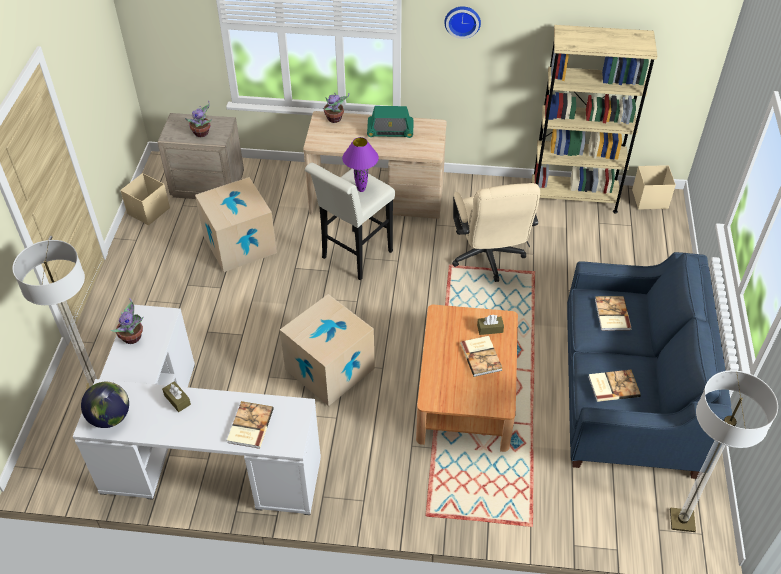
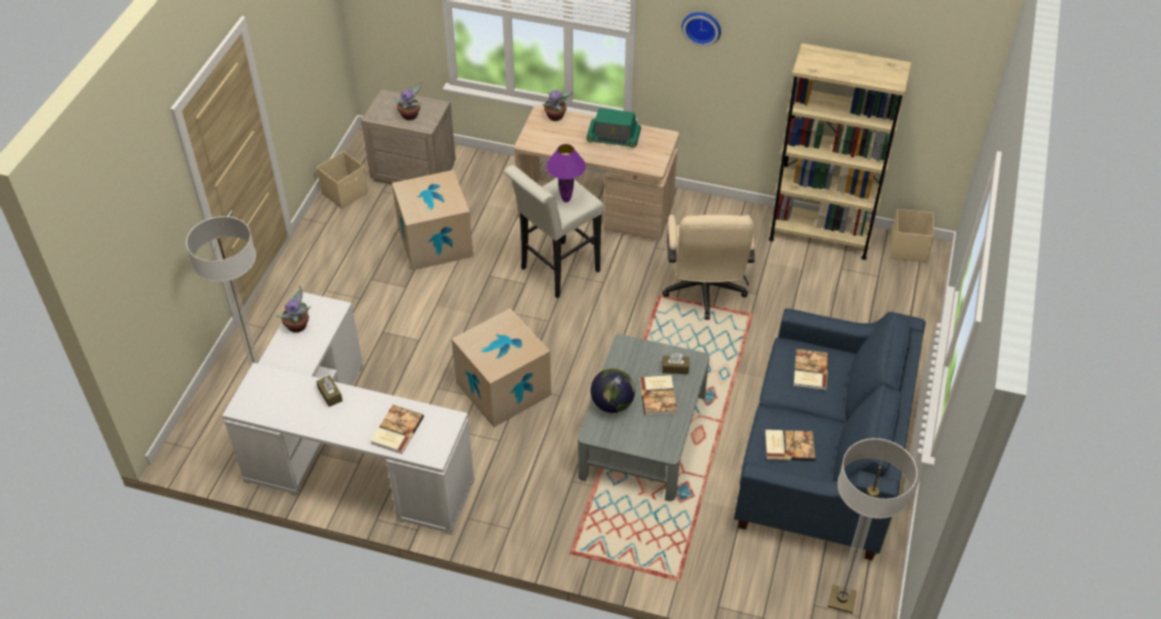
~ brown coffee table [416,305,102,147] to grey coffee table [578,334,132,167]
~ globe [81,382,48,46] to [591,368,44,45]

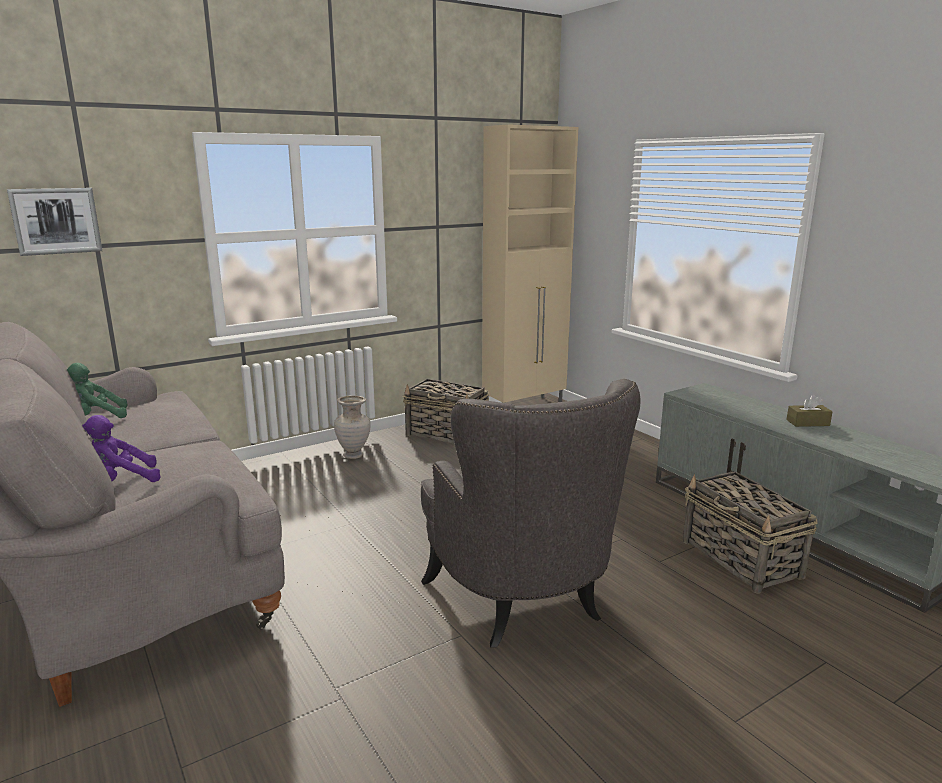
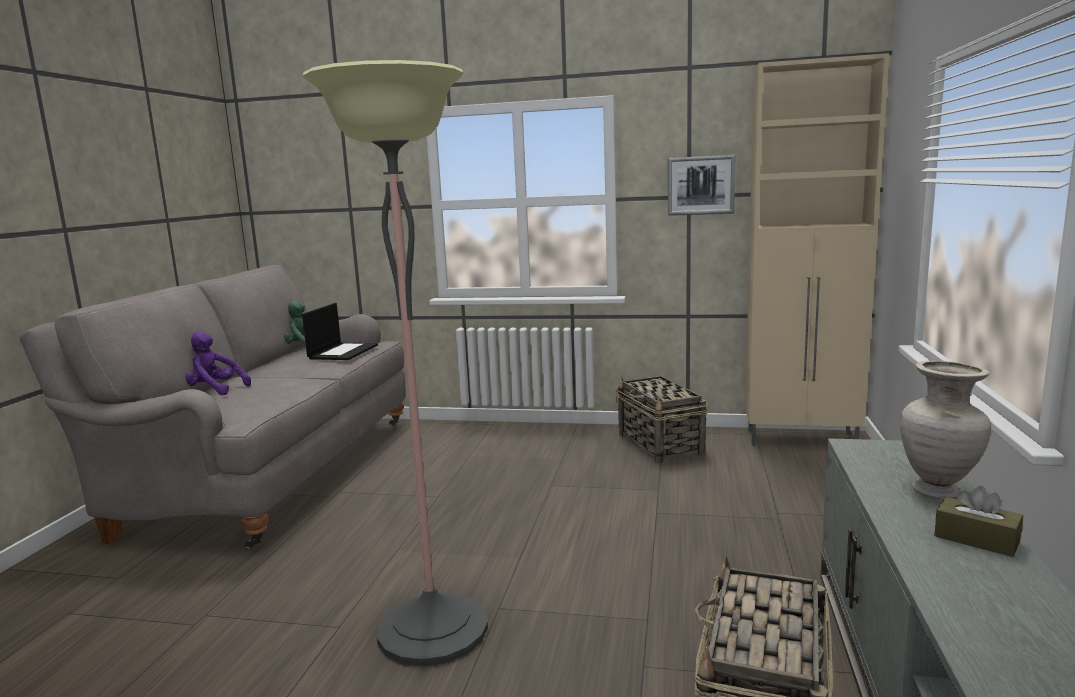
~ grey lounge chair [421,379,220,268] to standing lamp [302,60,186,606]
+ laptop [302,303,76,57]
~ wall picture [7,188,95,68] to [668,155,67,61]
~ beige-coloured vase [334,396,37,63] to [900,361,91,139]

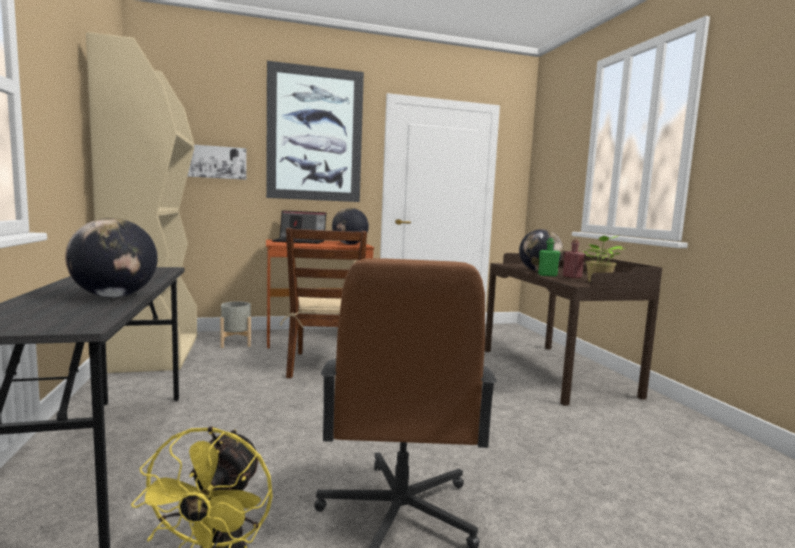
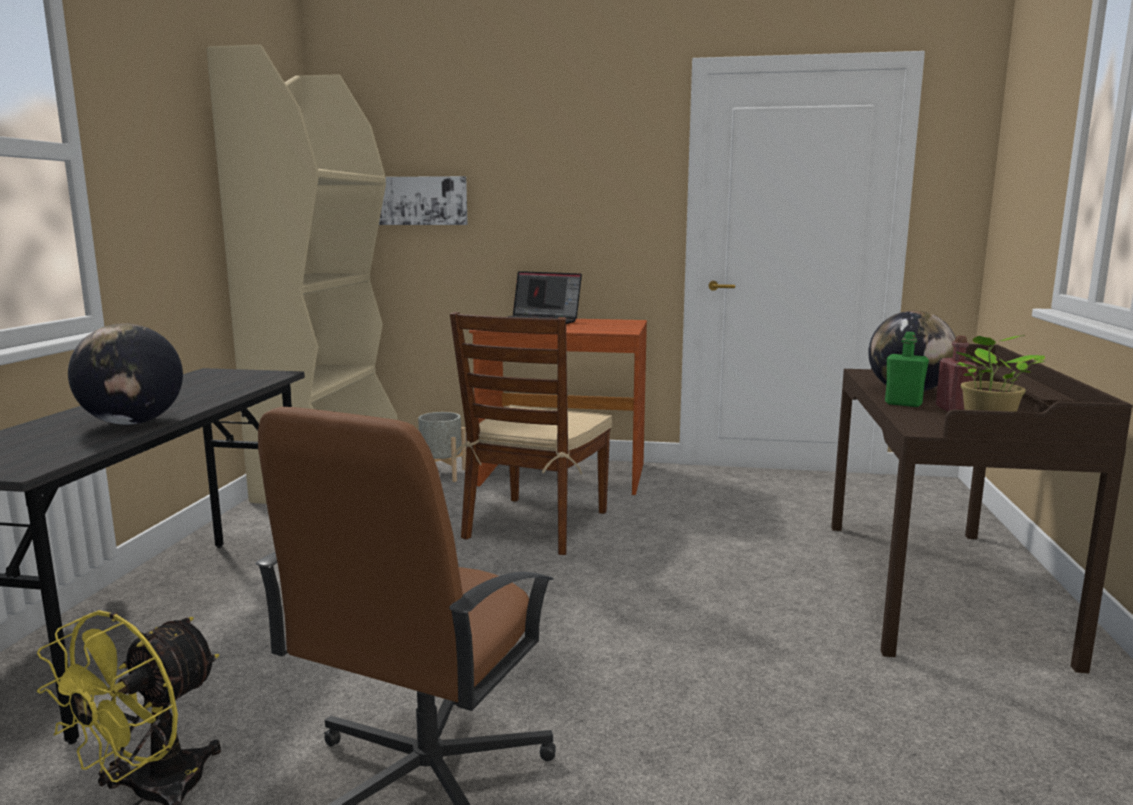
- wall picture [266,61,98,141]
- globe [332,208,37,36]

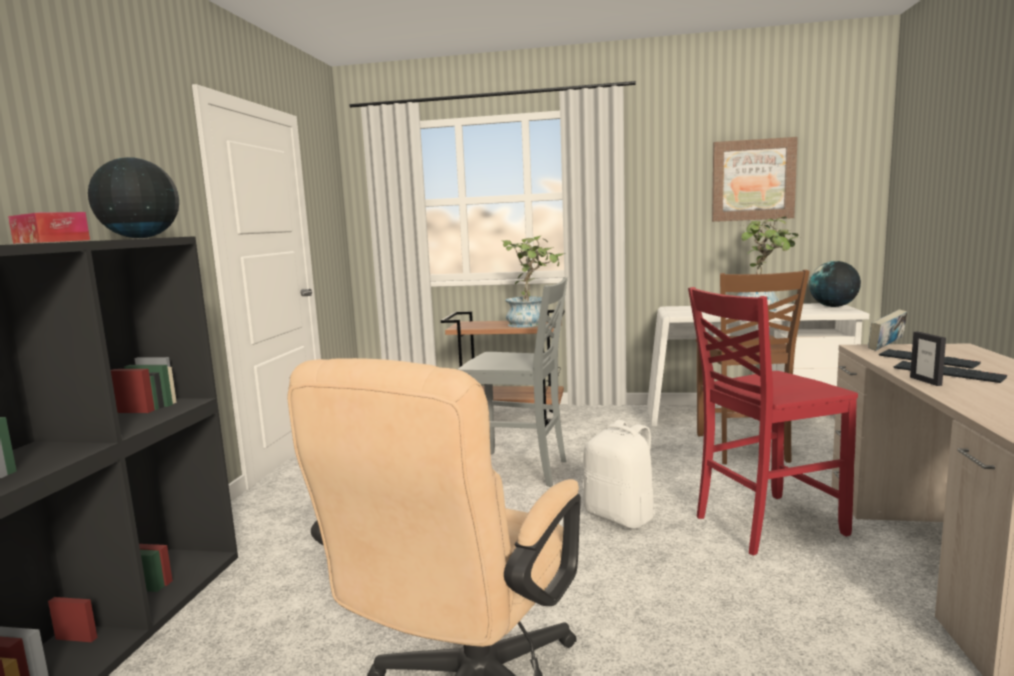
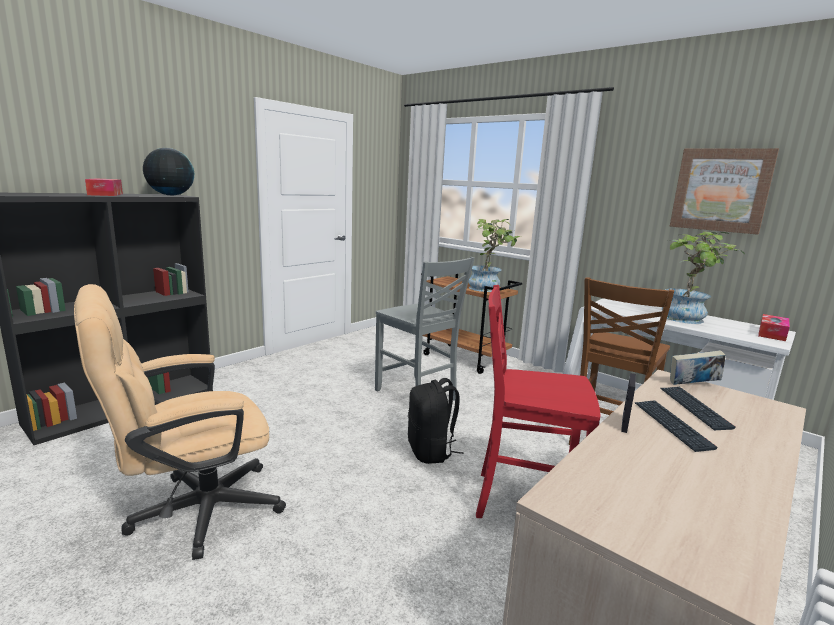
~ white-coloured knapsack [583,420,73,109] to black knapsack [408,378,55,86]
~ globe [809,261,52,46] to tissue holder [758,314,32,27]

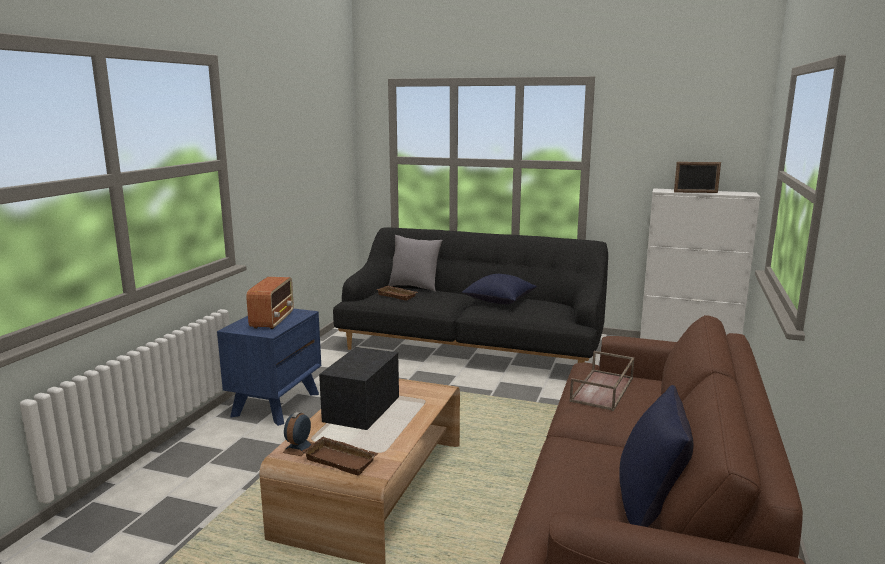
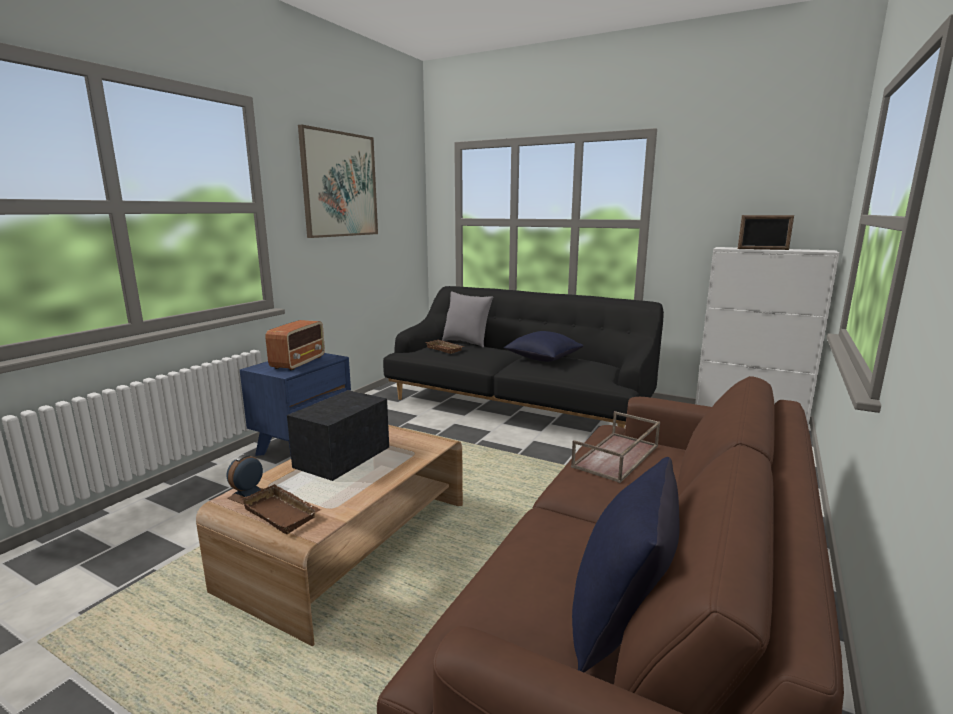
+ wall picture [298,125,80,113]

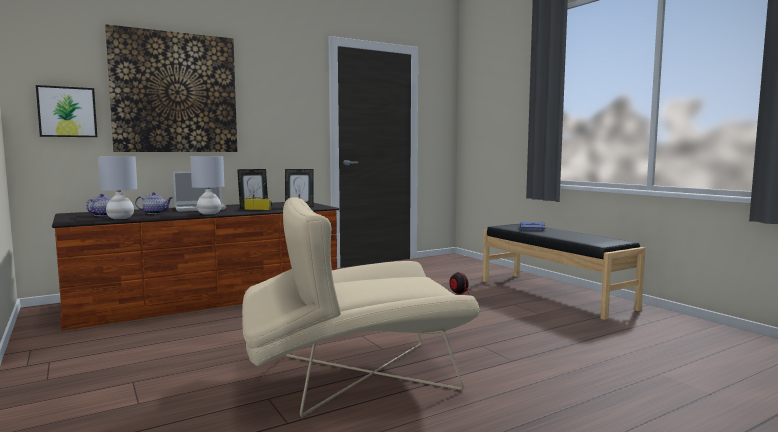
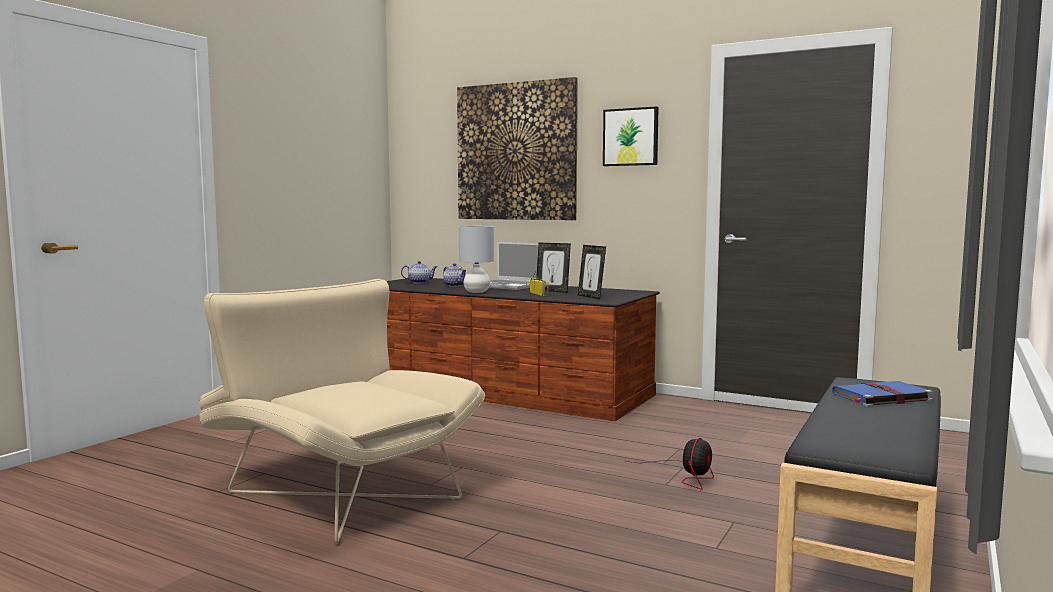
~ wall picture [36,85,61,52] to [603,106,56,60]
- grey tabletop lamp [98,156,39,63]

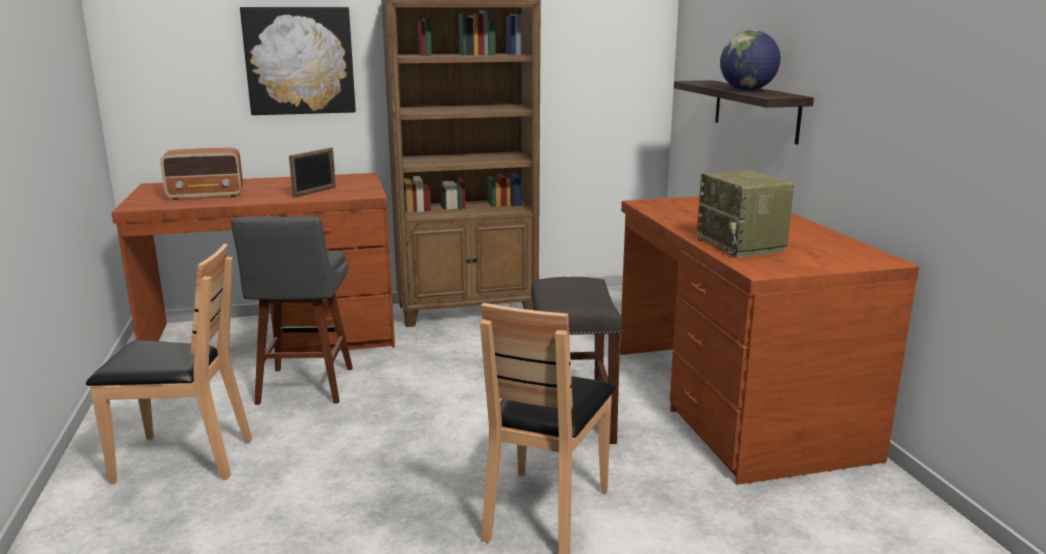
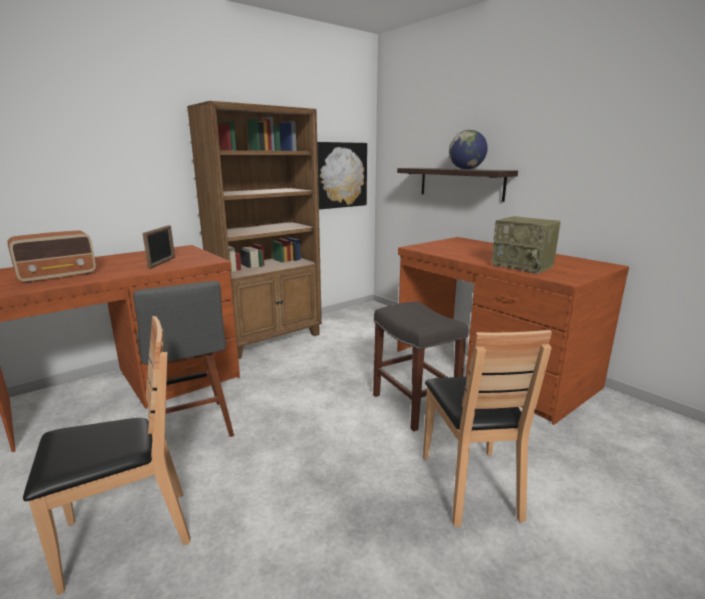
~ wall picture [240,7,116,108] to [317,142,50,68]

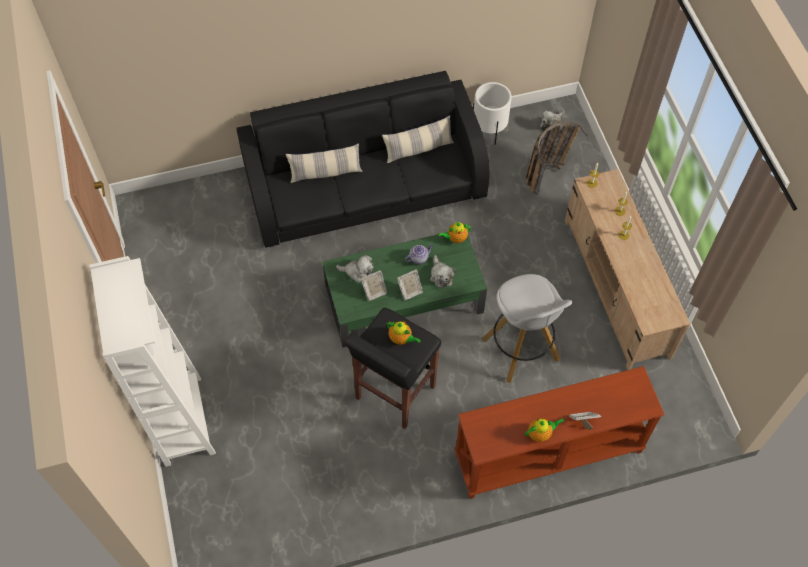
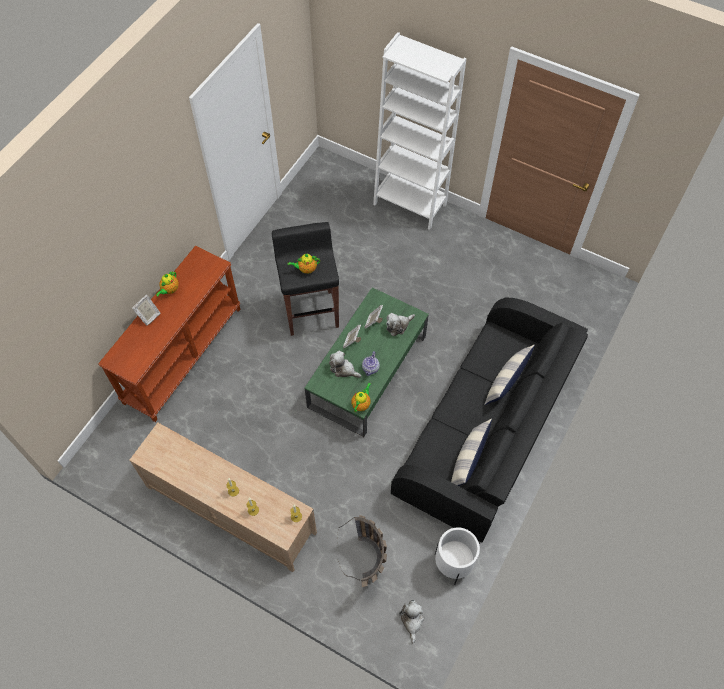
- white-coloured sitting stool [482,274,91,109]

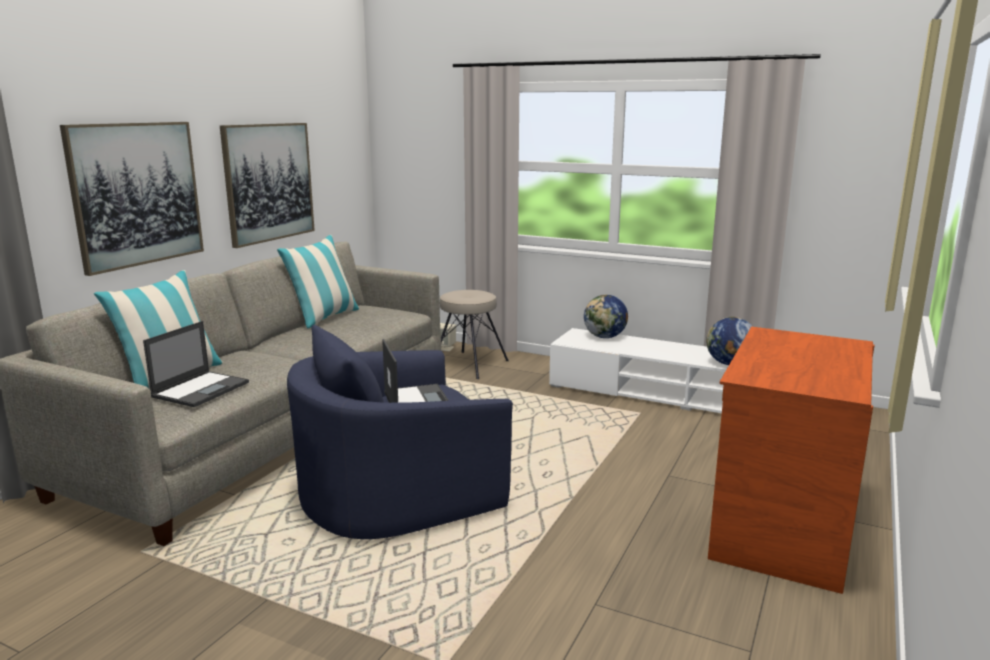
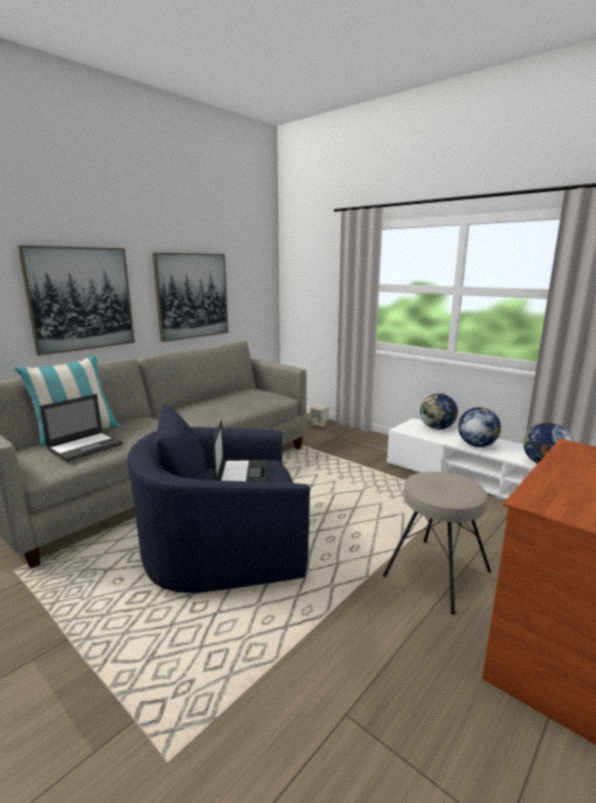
~ beige-coloured sitting stool [440,290,69,89] to [383,471,108,144]
+ globe [458,407,43,40]
- throw pillow [277,235,82,94]

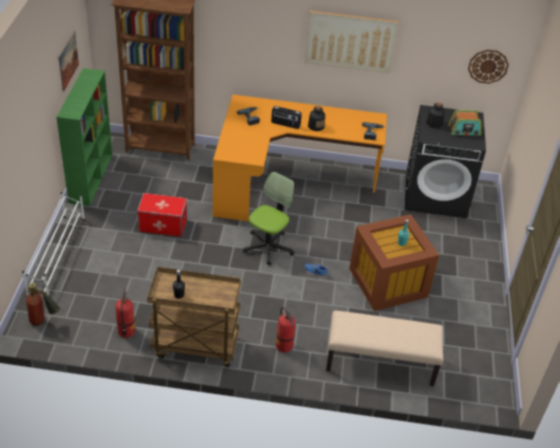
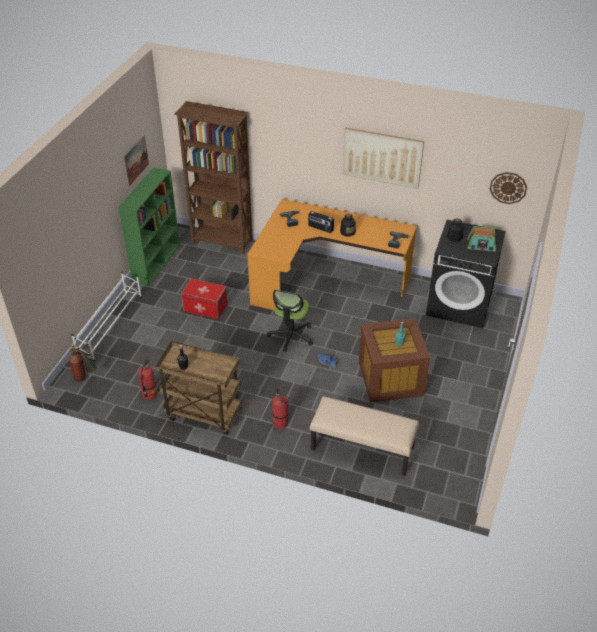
~ office chair [243,172,52,94] = [267,290,46,62] 150 degrees clockwise

